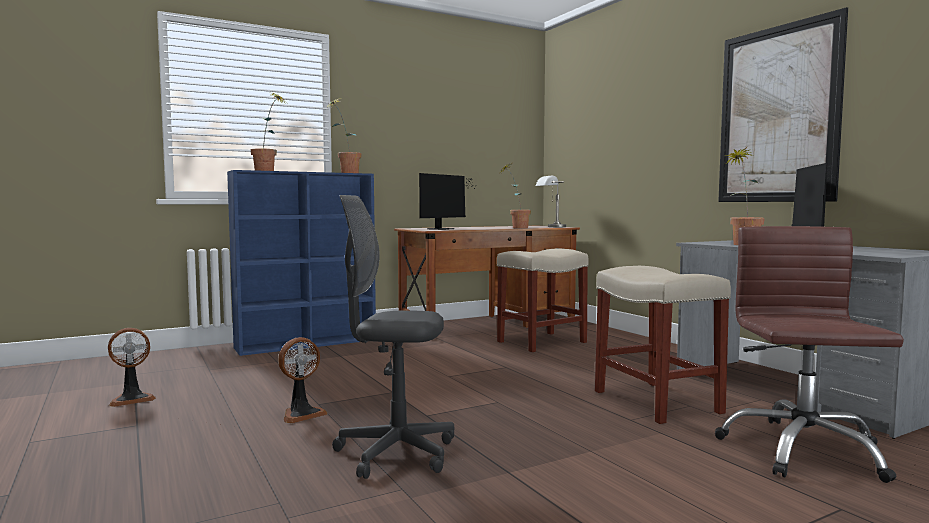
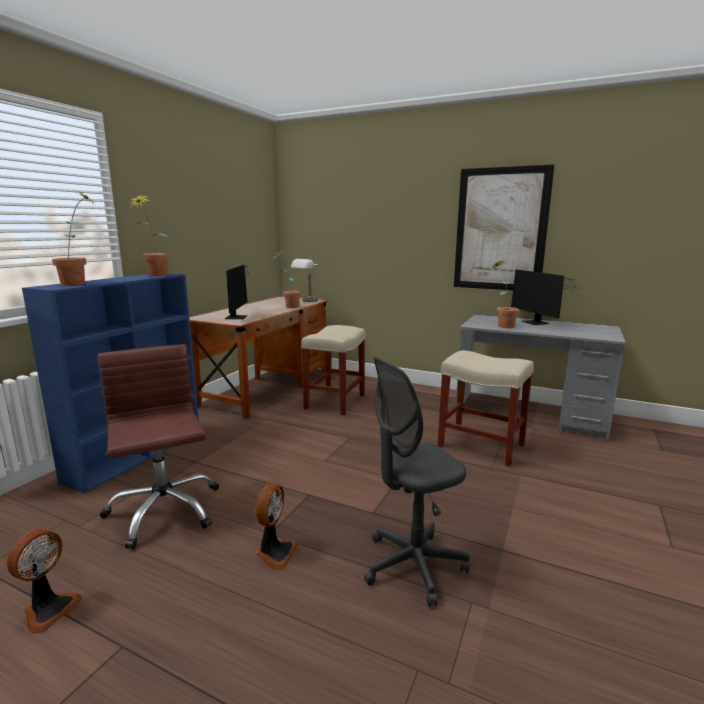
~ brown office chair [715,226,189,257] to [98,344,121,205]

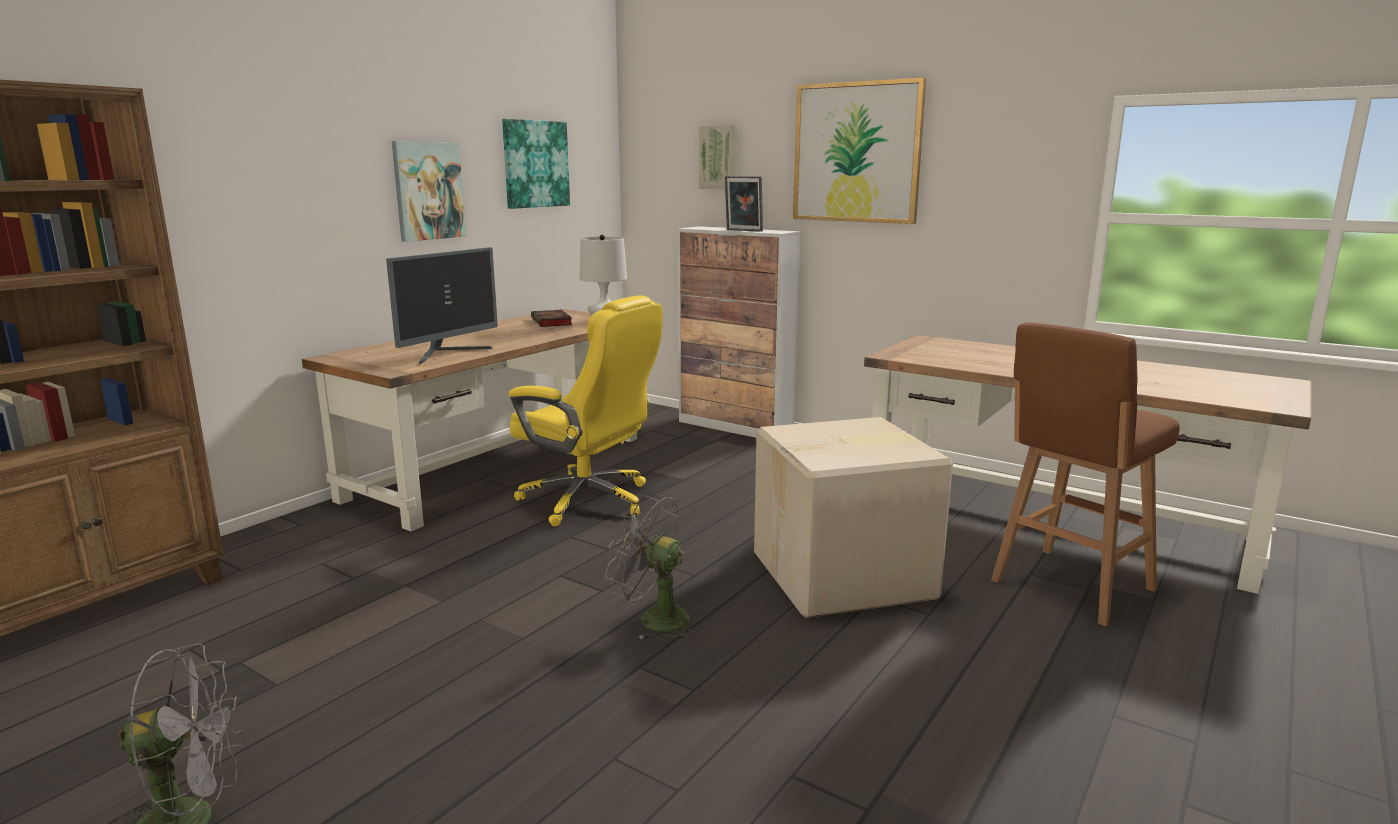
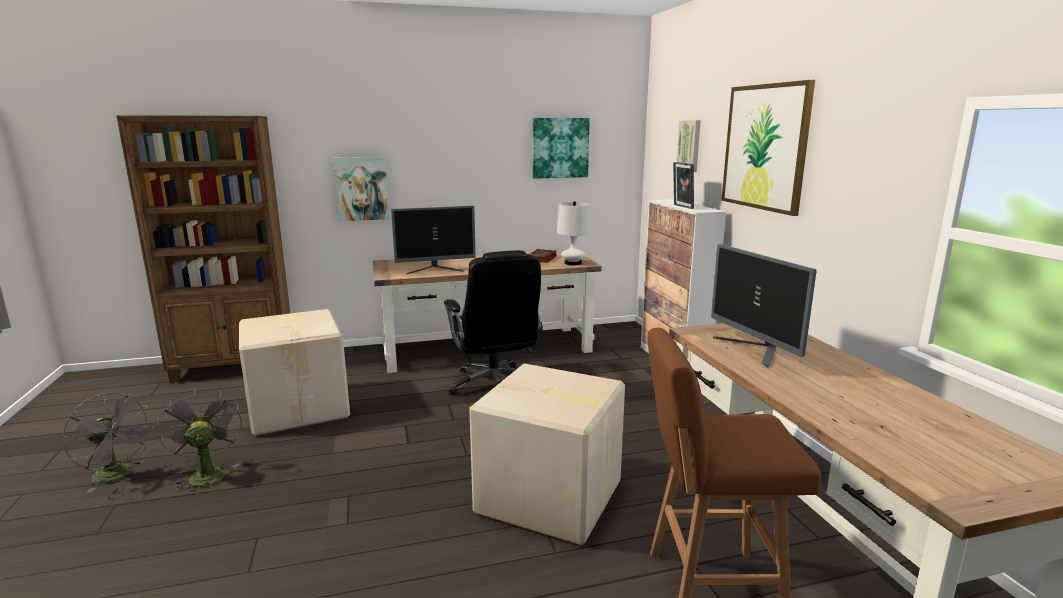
~ grey fan [605,493,91,149] to [156,390,86,104]
+ carton [239,309,111,127]
~ wall picture [392,141,74,101] to [332,157,57,64]
~ yellow-coloured office chair [508,295,155,232] to black office chair [444,250,99,145]
+ monitor [711,244,106,124]

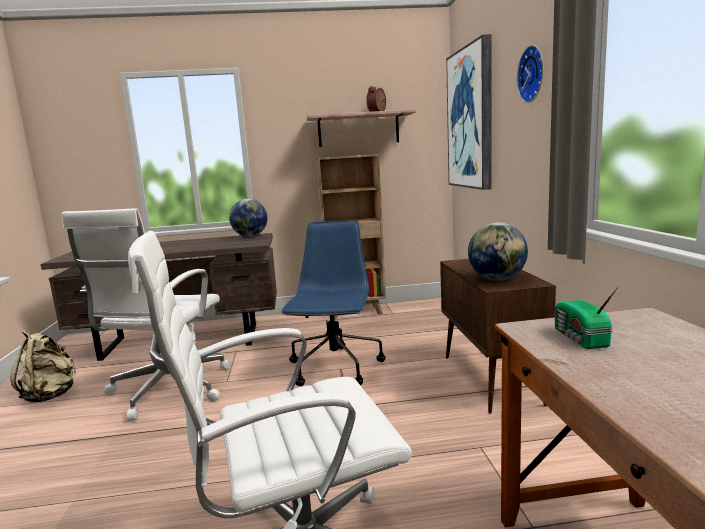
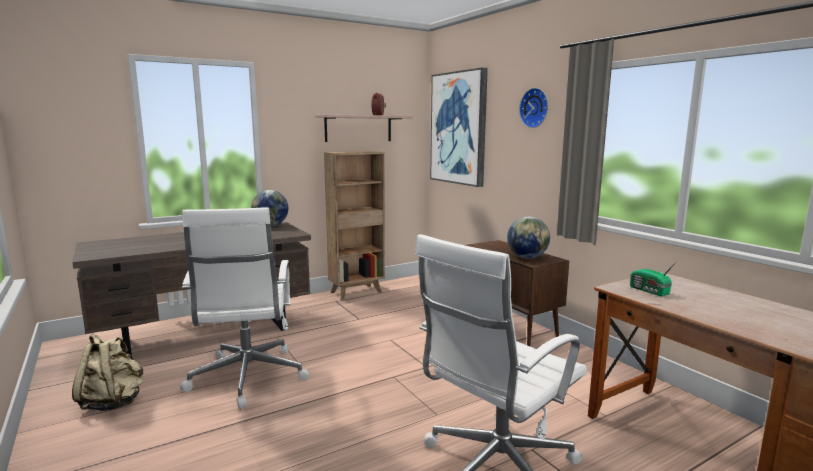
- blue office chair [281,221,105,165]

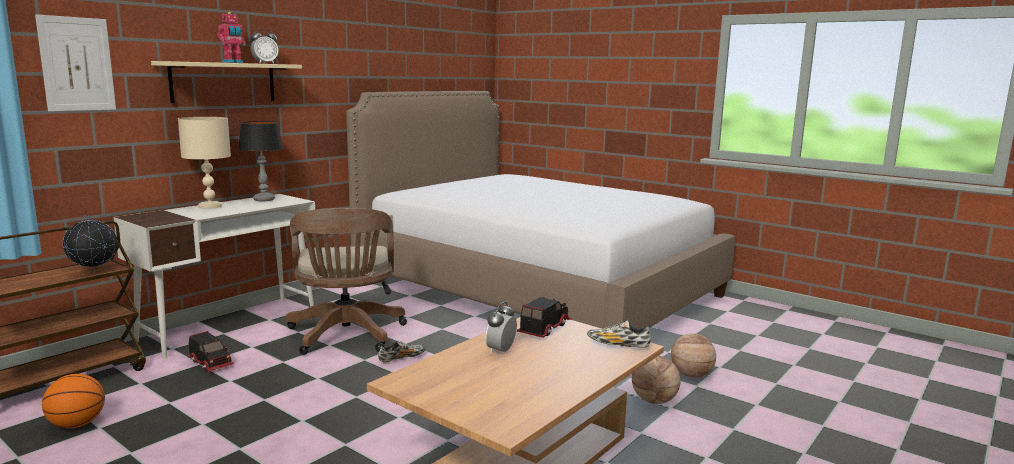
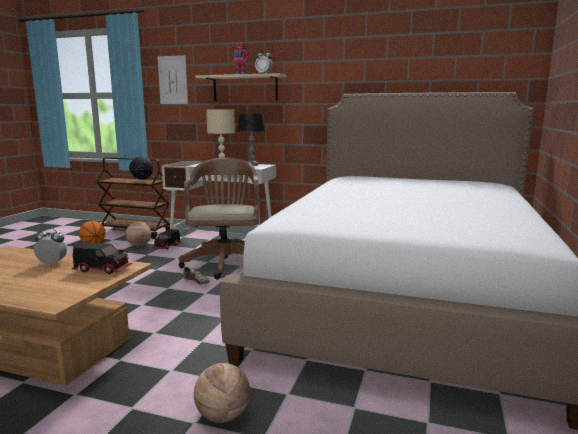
~ ball for basketball [632,356,49,48] to [125,222,26,24]
~ brown office chair [285,208,122,147] = [179,158,80,122] 120 degrees clockwise
- shoe [587,320,64,28]

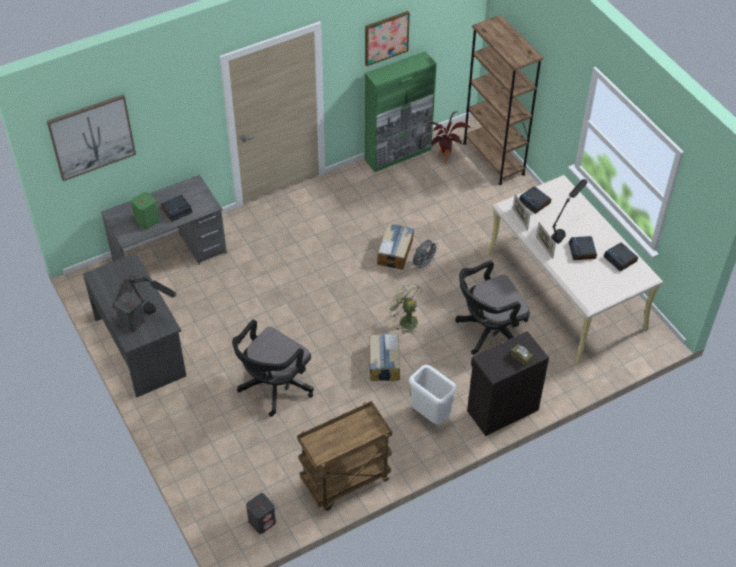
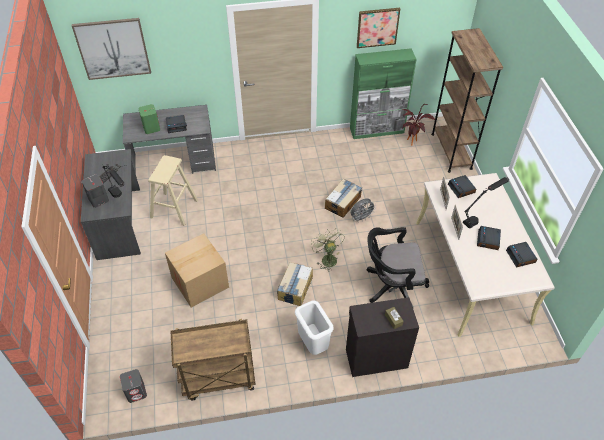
+ beige-coloured sitting stool [148,155,50,71]
~ black office chair [232,319,82,98] to carton [165,234,64,74]

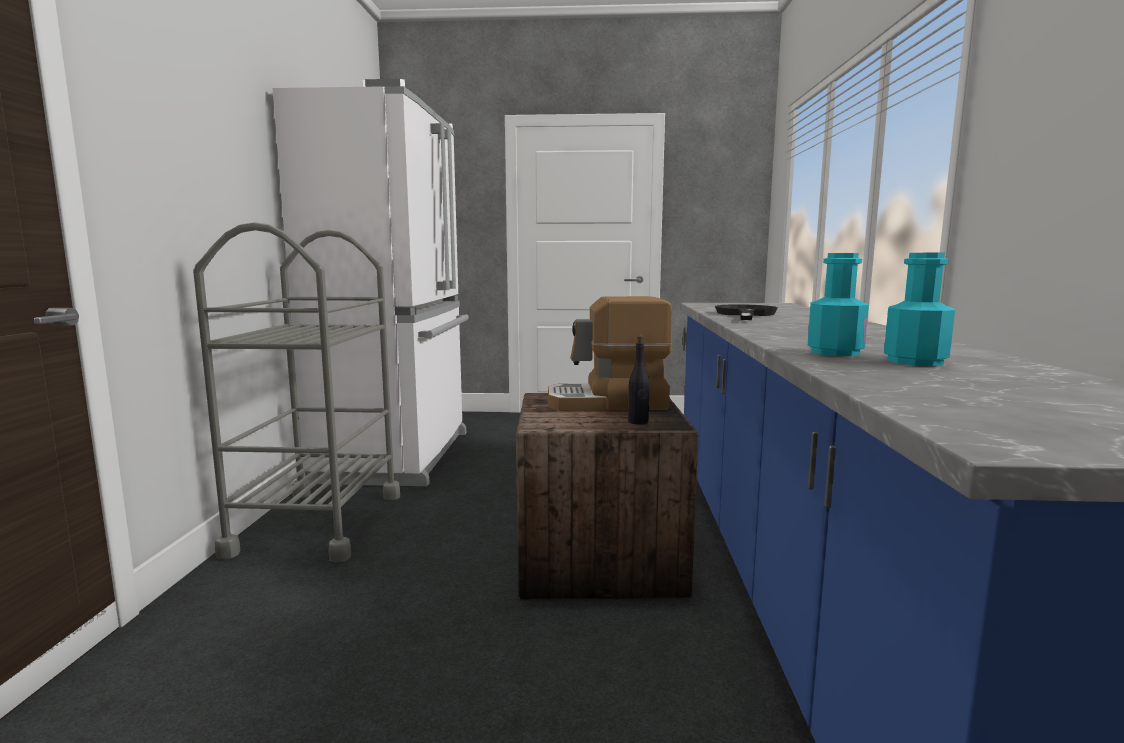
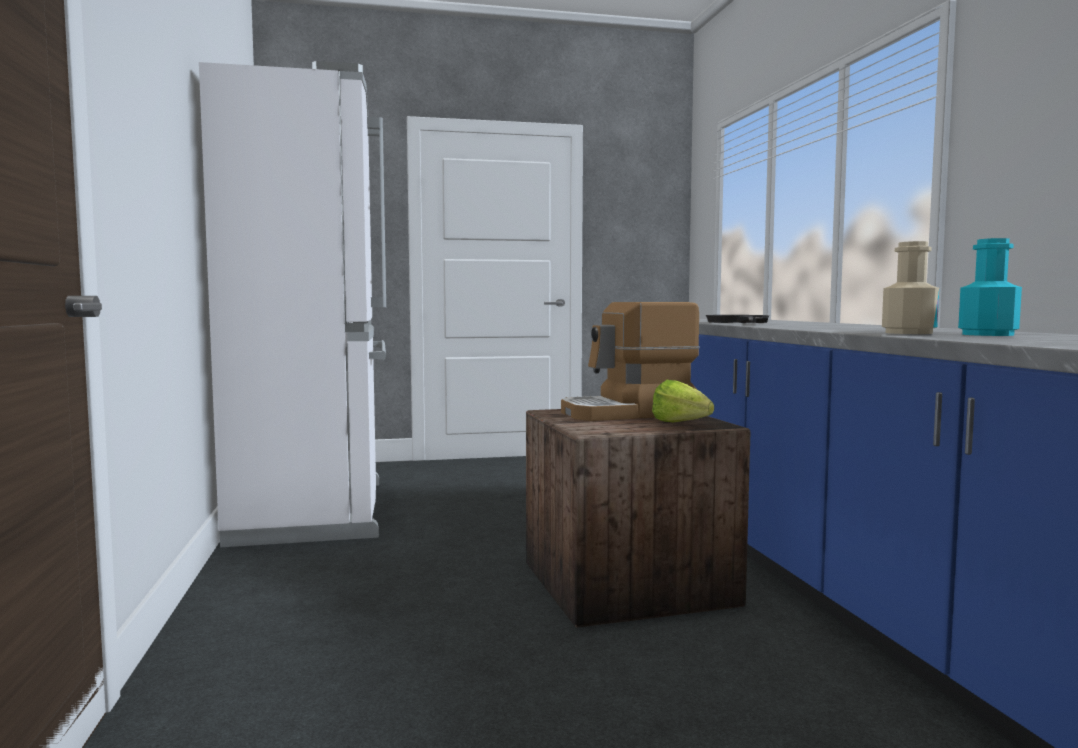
~ black beverage bottle [628,335,22,90] to lettuce head [652,380,62,42]
~ turquoise-coloured beverage bottle [808,253,61,103] to beige-coloured beverage bottle [882,241,57,93]
- grey trolley [193,222,207,341]

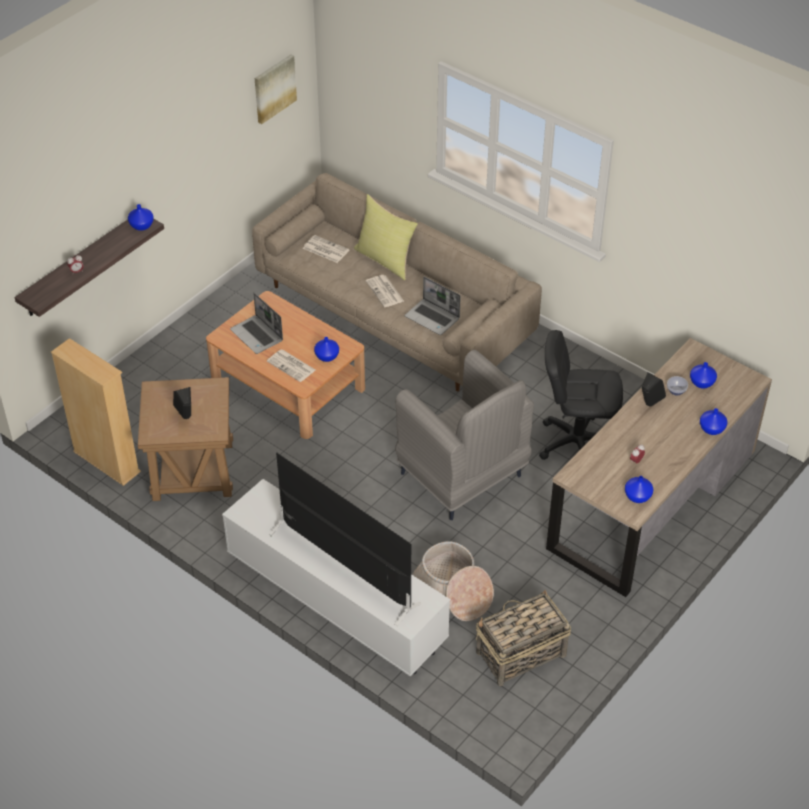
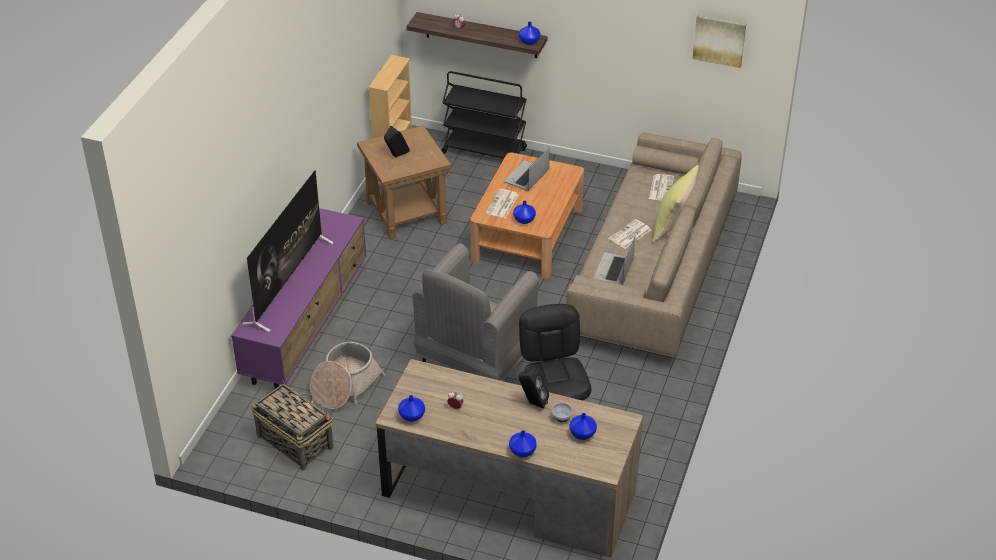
~ white-coloured tv stand [222,479,228,198] to purple tv stand [231,208,136,181]
+ black trolley [441,71,86,88]

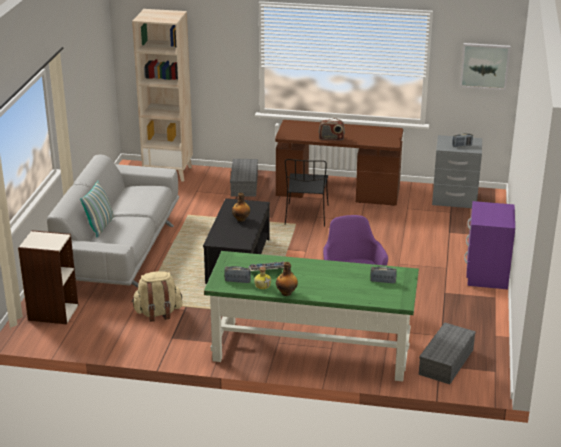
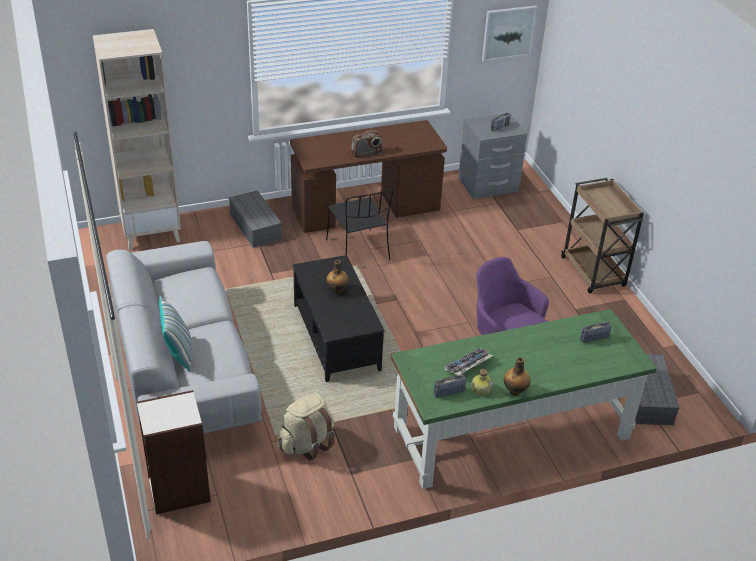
~ purple bedside table [464,201,51,88] to brown trolley [561,178,83,115]

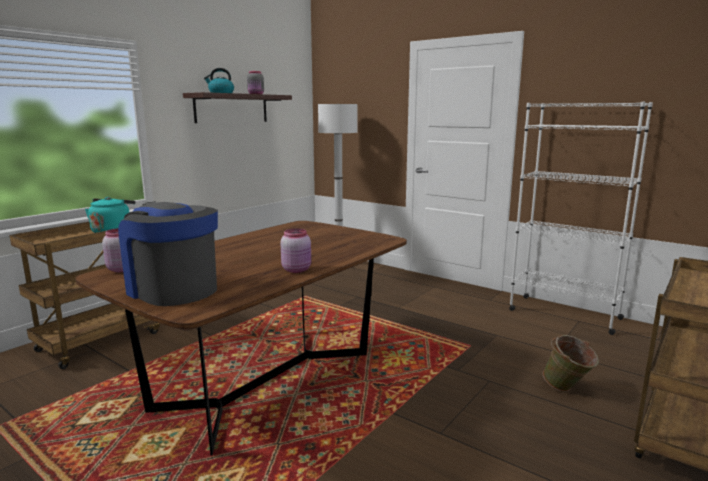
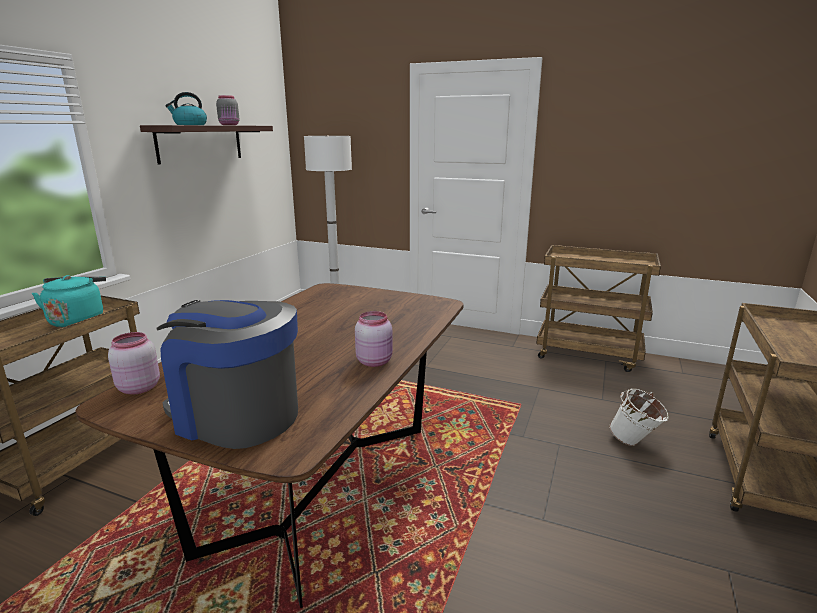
~ white-coloured shelving unit [509,102,144,233] to brown trolley [536,245,125,127]
~ green-coloured bucket [542,335,57,57] to white-coloured bucket [609,388,60,58]

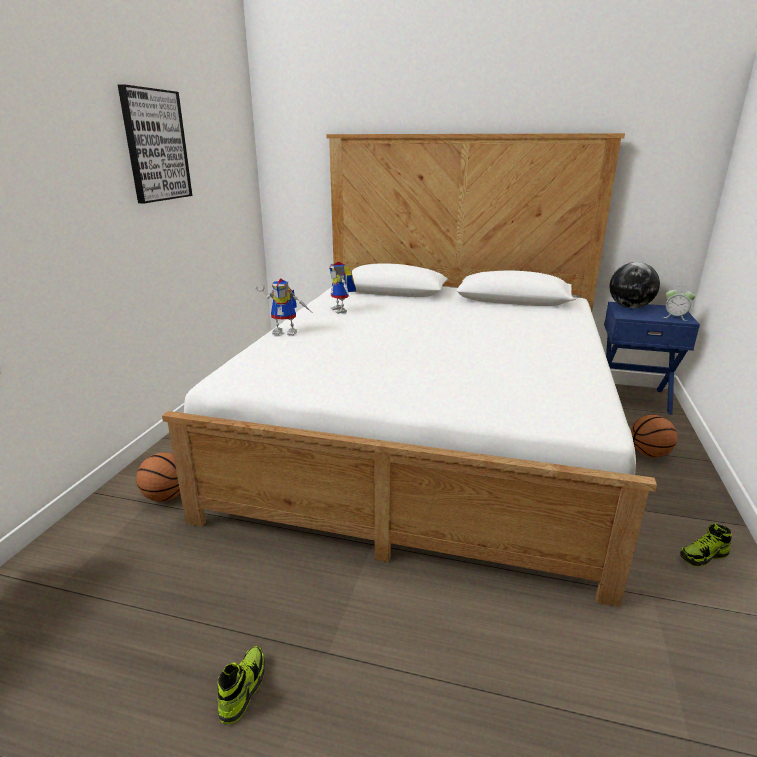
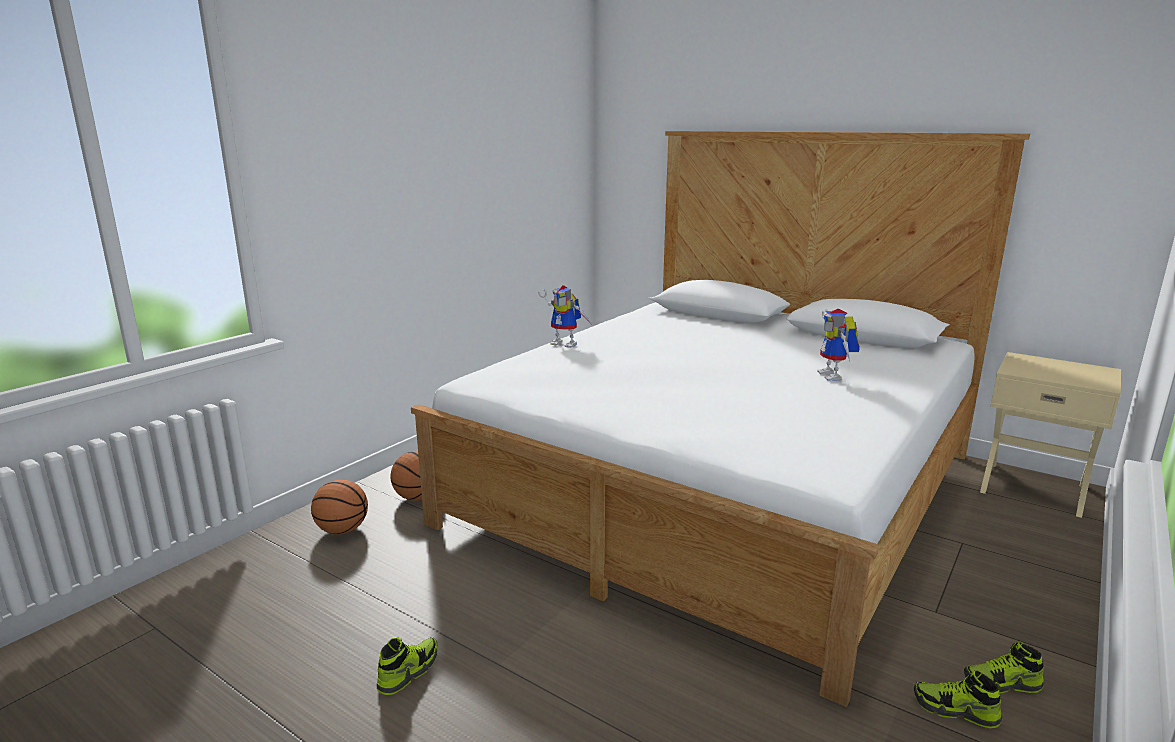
~ ball for basketball [631,415,47,42] to [311,480,57,54]
~ model robot [329,262,27,52] to [817,309,43,72]
+ shoe [914,670,88,58]
~ blue bedside table [604,302,96,113] to beige-coloured bedside table [980,352,141,166]
- wall picture [118,84,74,119]
- globe [609,262,51,46]
- alarm clock [663,288,32,33]

